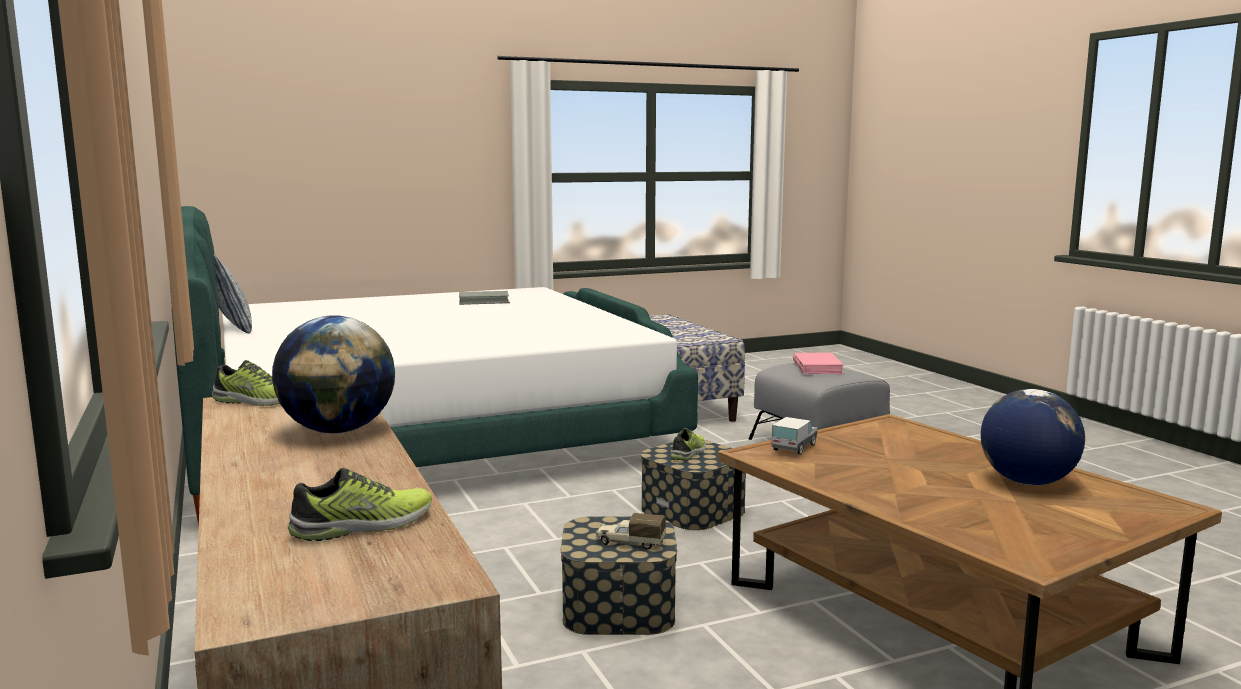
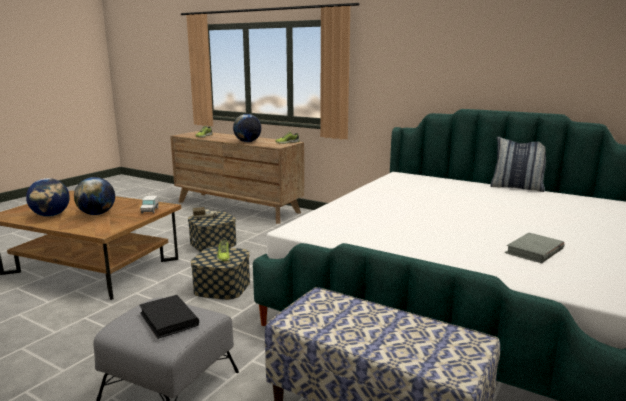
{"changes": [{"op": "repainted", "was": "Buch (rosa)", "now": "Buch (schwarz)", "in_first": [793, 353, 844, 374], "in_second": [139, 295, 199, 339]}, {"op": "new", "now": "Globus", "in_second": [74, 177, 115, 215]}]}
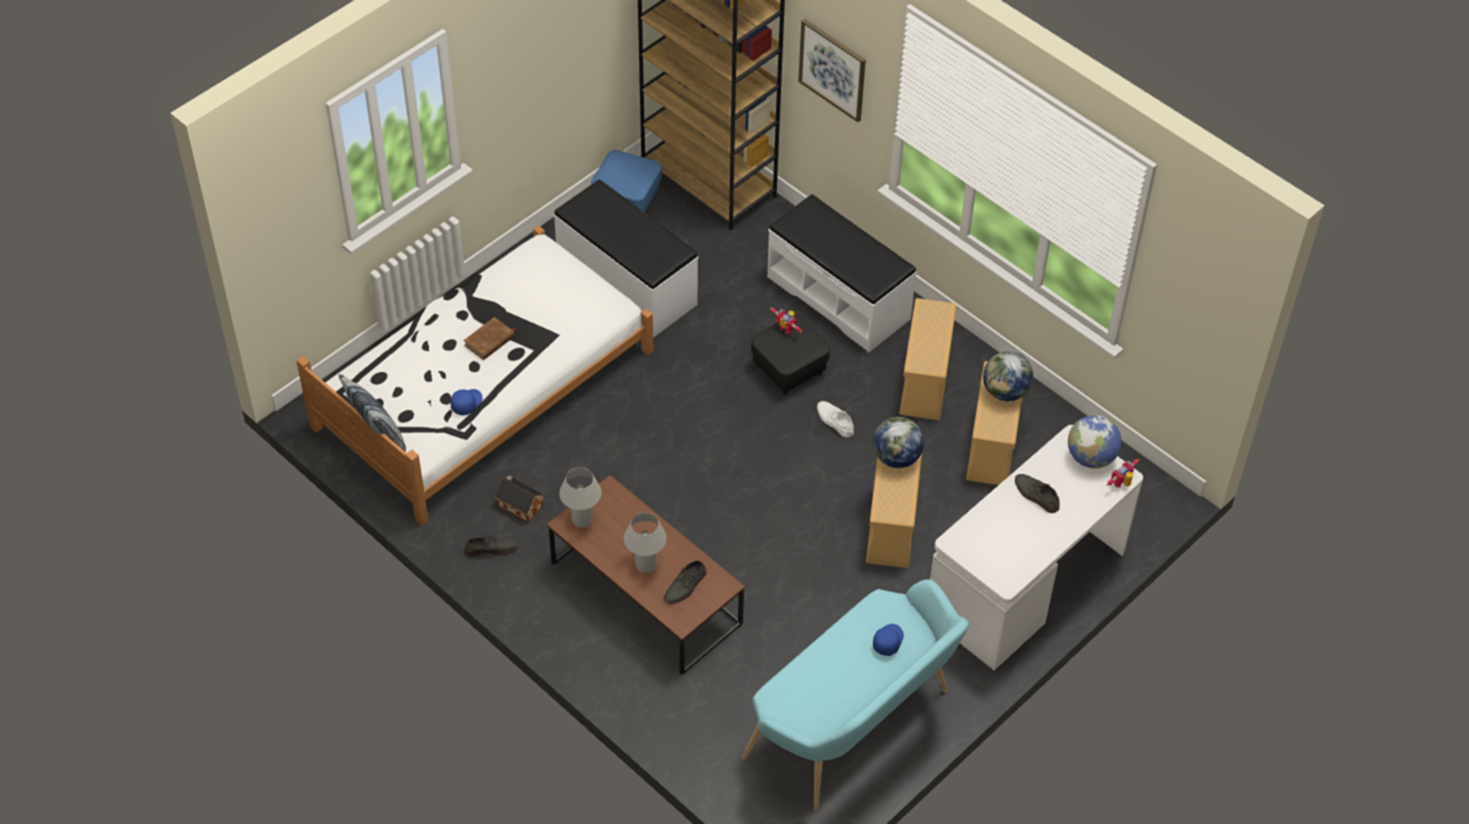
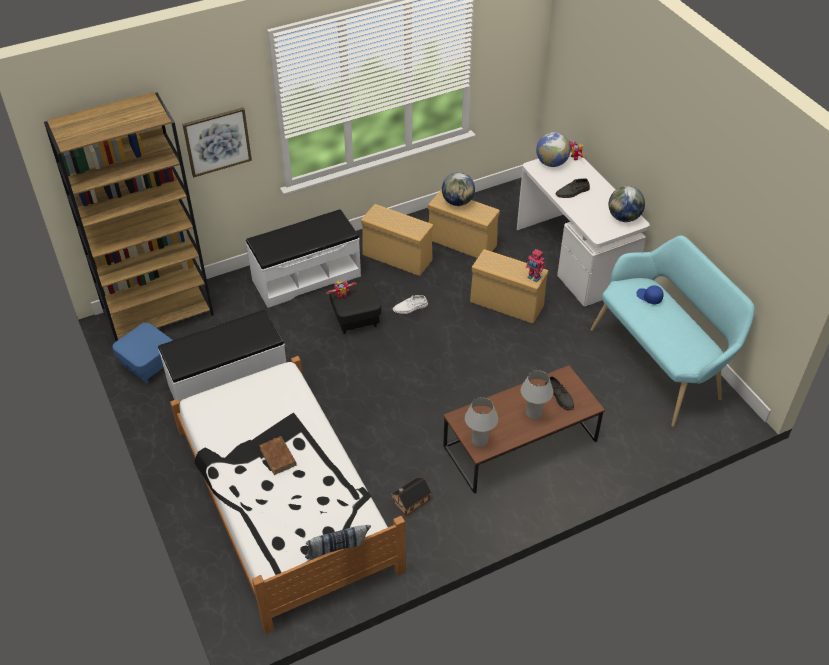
{"changes": [{"op": "gone", "was": "Kappe (blau)", "in_first": [451, 389, 483, 416]}, {"op": "shifted", "was": "Globus", "in_first": [873, 417, 924, 468], "in_second": [609, 186, 645, 222]}, {"op": "gone", "was": "Schuh (grau)", "in_first": [464, 534, 518, 557]}, {"op": "new", "now": "Spielzeugroboter", "in_second": [526, 249, 545, 282]}]}
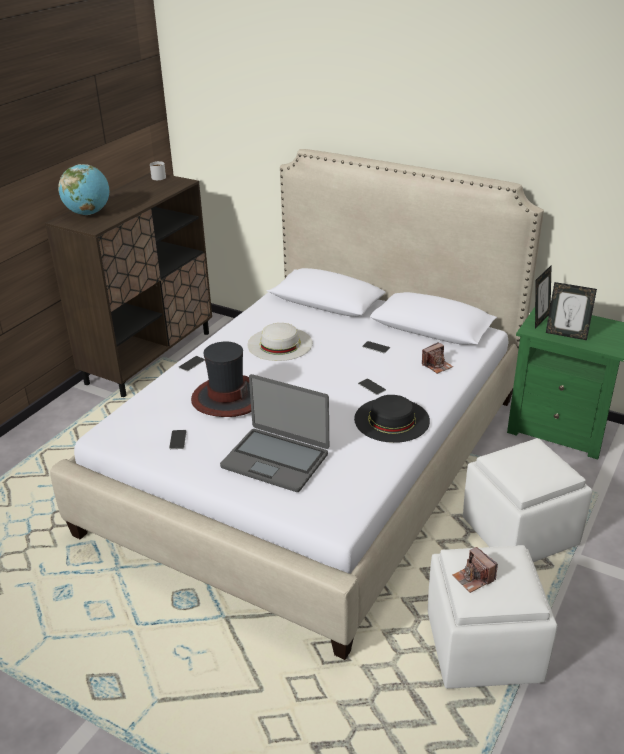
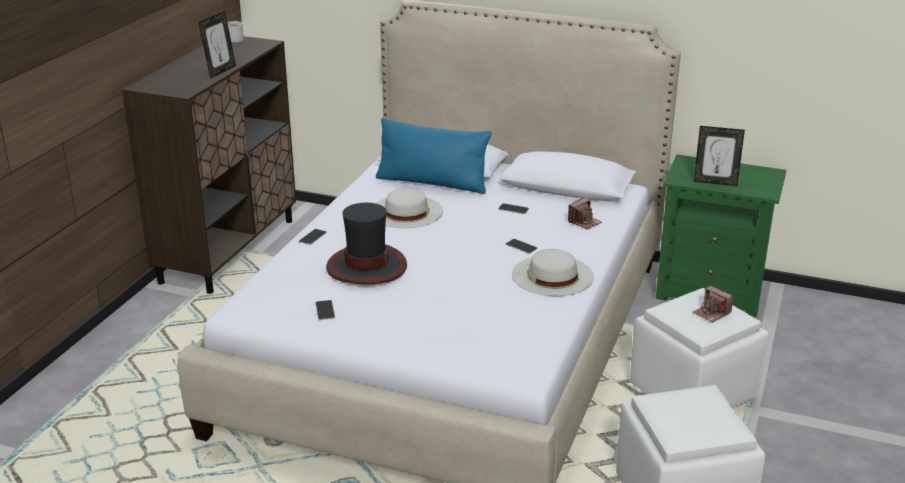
{"changes": [{"op": "gone", "was": "Globus", "in_first": [58, 164, 109, 215]}, {"op": "shifted", "was": "Bilderrahmen", "in_first": [535, 265, 552, 329], "in_second": [198, 11, 236, 79]}, {"op": "gone", "was": "Laptop", "in_first": [220, 374, 329, 492]}, {"op": "repainted", "was": "Hut (schwarz)", "now": "Hut (weiß)", "in_first": [354, 395, 430, 443], "in_second": [512, 249, 594, 296]}, {"op": "shifted", "was": "Kamera", "in_first": [452, 547, 498, 593], "in_second": [692, 286, 733, 323]}, {"op": "new", "now": "Kissen (blau)", "in_second": [376, 118, 492, 194]}]}
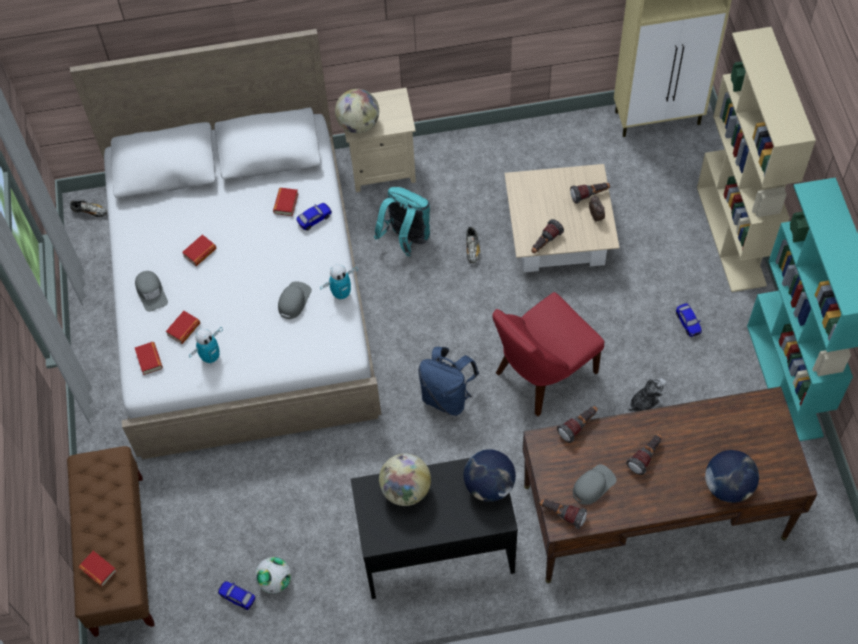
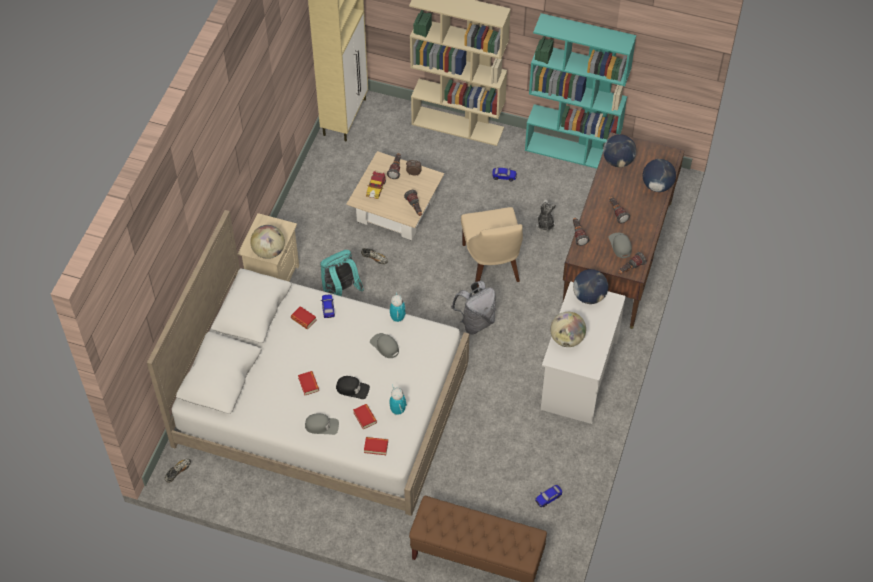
{"changes": [{"op": "repainted", "was": "Stuhl (rot)", "now": "Stuhl (beige)", "in_first": [492, 292, 604, 417], "in_second": [461, 207, 523, 287]}, {"op": "repainted", "was": "Rucksack (blau)", "now": "Rucksack (grau)", "in_first": [418, 347, 479, 416], "in_second": [451, 281, 496, 334]}, {"op": "repainted", "was": "Schreibtisch (schwarz)", "now": "Schreibtisch (weiß)", "in_first": [351, 458, 518, 599], "in_second": [541, 281, 626, 424]}, {"op": "gone", "was": "Buch", "in_first": [79, 551, 117, 587]}, {"op": "gone", "was": "Fußball", "in_first": [255, 557, 291, 594]}, {"op": "new", "now": "Globus", "in_second": [603, 134, 636, 167]}, {"op": "new", "now": "Spielzeugauto", "in_second": [366, 171, 386, 199]}, {"op": "new", "now": "Kappe (schwarz)", "in_second": [336, 376, 370, 399]}]}
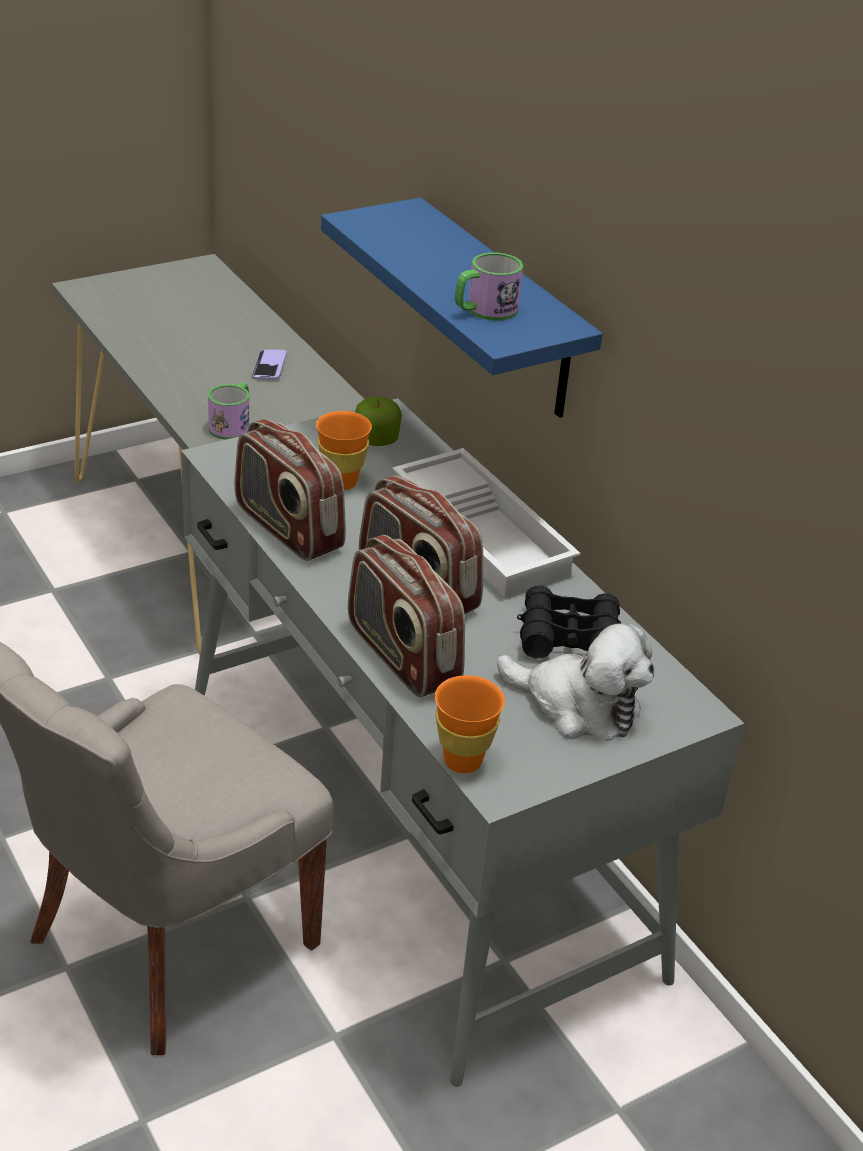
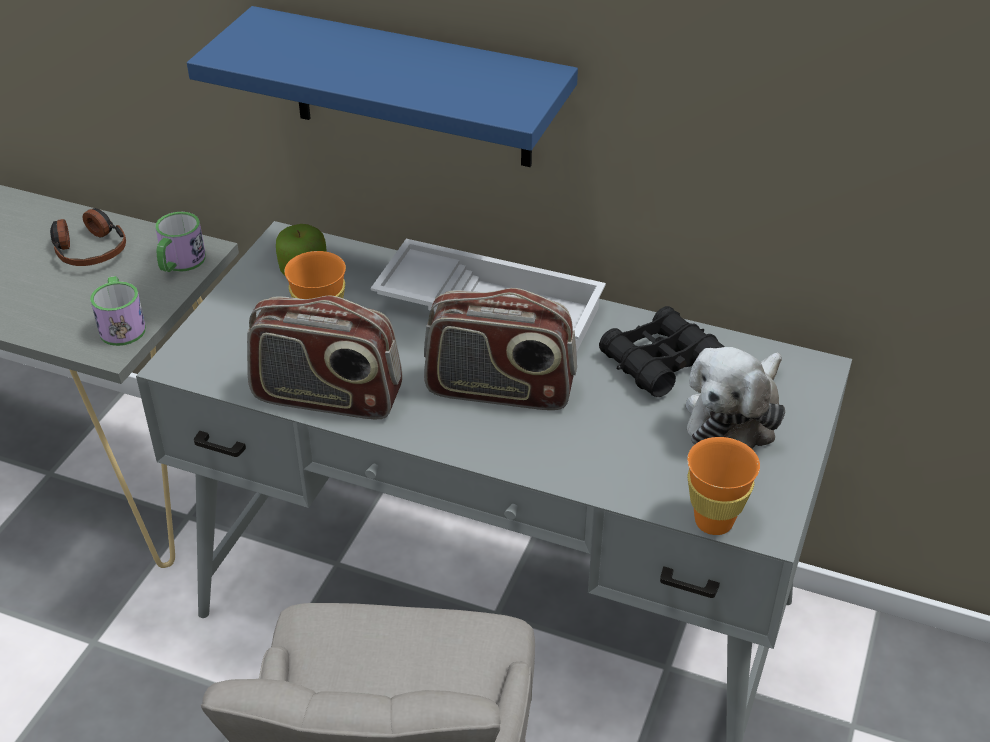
{"changes": [{"op": "shifted", "was": "Henkelbecher", "in_first": [455, 252, 523, 321], "in_second": [155, 212, 206, 272]}, {"op": "swapped", "was": "Handy", "now": "Kopfhörer", "in_first": [252, 350, 287, 380], "in_second": [50, 208, 126, 266]}, {"op": "gone", "was": "Radio", "in_first": [348, 535, 465, 697]}, {"op": "rotated", "was": "Plüschtier", "in_first": [497, 624, 654, 741], "in_second": [686, 347, 785, 449], "clockwise": 135}]}
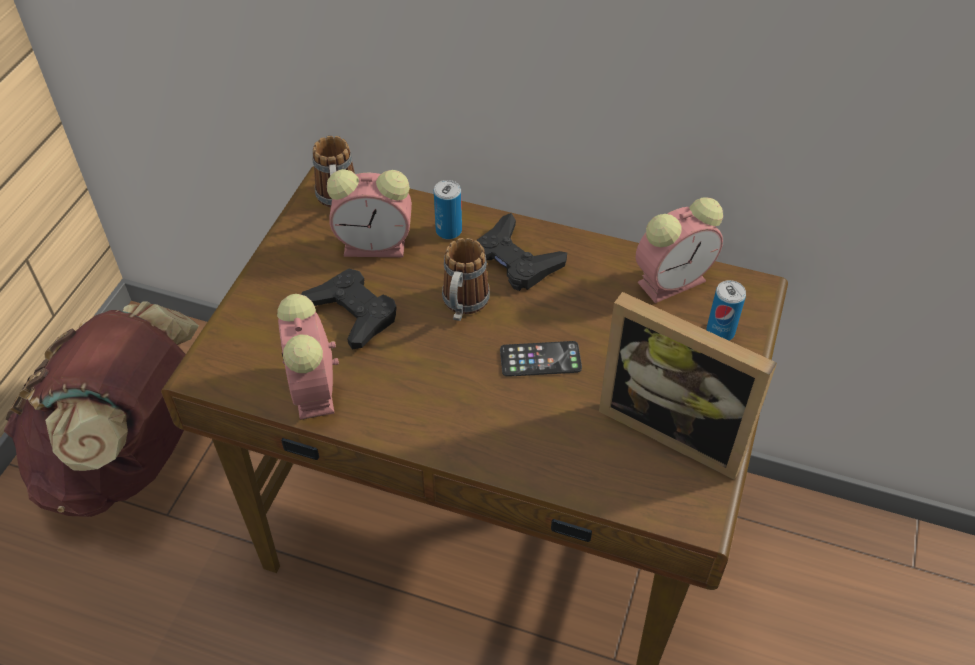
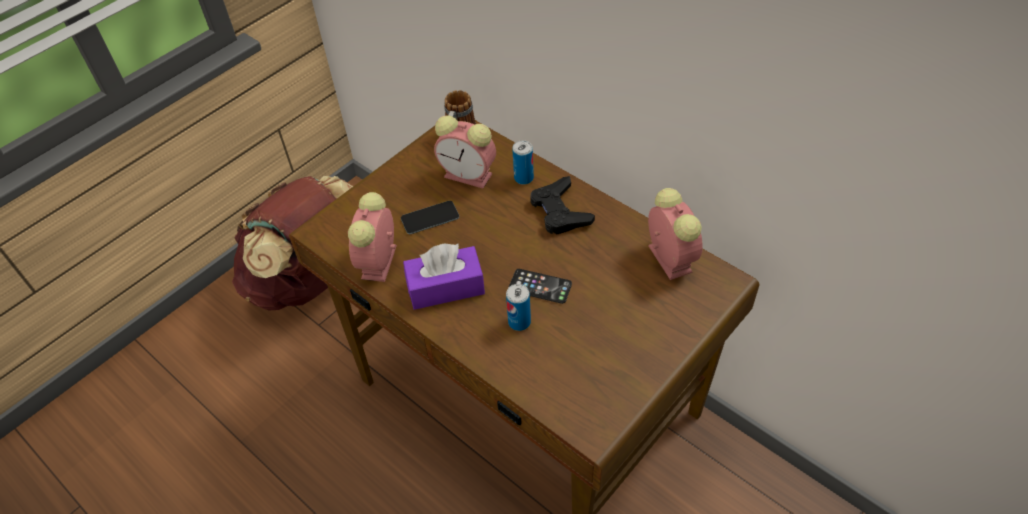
{"changes": [{"op": "rotated", "was": "Wecker", "in_first": [636, 197, 723, 303], "in_second": [648, 188, 703, 280], "clockwise": -105}, {"op": "gone", "was": "Henkelbecher", "in_first": [442, 238, 490, 321]}, {"op": "swapped", "was": "Gamepad (schwarz)", "now": "Handy", "in_first": [300, 269, 397, 349], "in_second": [401, 201, 459, 234]}, {"op": "shifted", "was": "Dose", "in_first": [706, 280, 746, 341], "in_second": [506, 284, 531, 331]}, {"op": "gone", "was": "Bilderrahmen", "in_first": [599, 292, 777, 480]}, {"op": "new", "now": "Taschentuchbox (lila)", "in_second": [403, 243, 485, 310]}]}
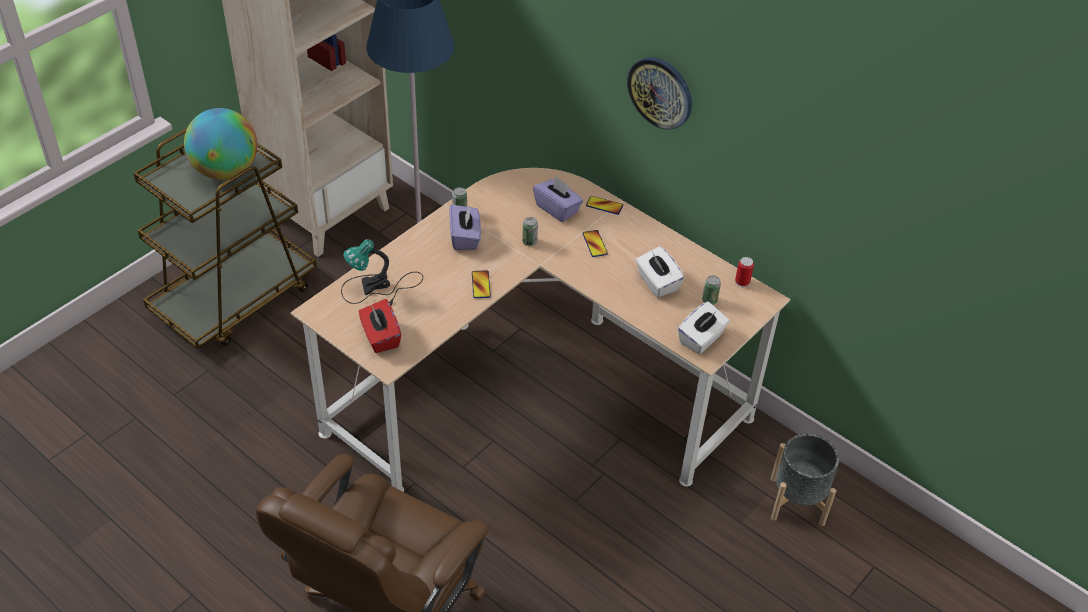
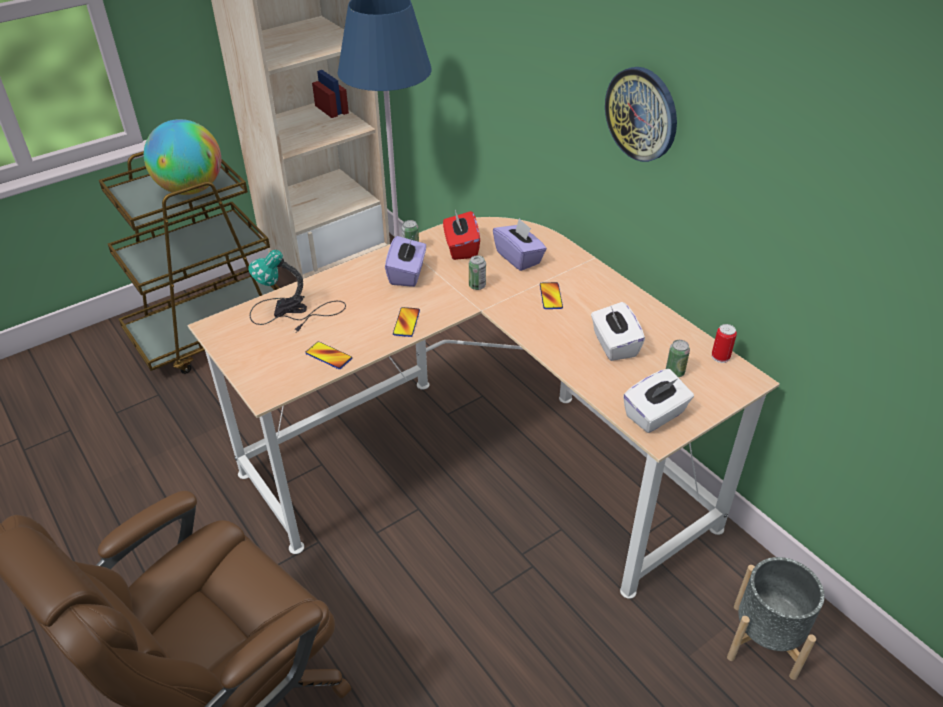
{"changes": [{"op": "shifted", "was": "Handy", "in_first": [586, 196, 623, 215], "in_second": [305, 342, 352, 369]}, {"op": "shifted", "was": "Taschentuchbox (rot)", "in_first": [359, 299, 401, 353], "in_second": [443, 210, 480, 260]}]}
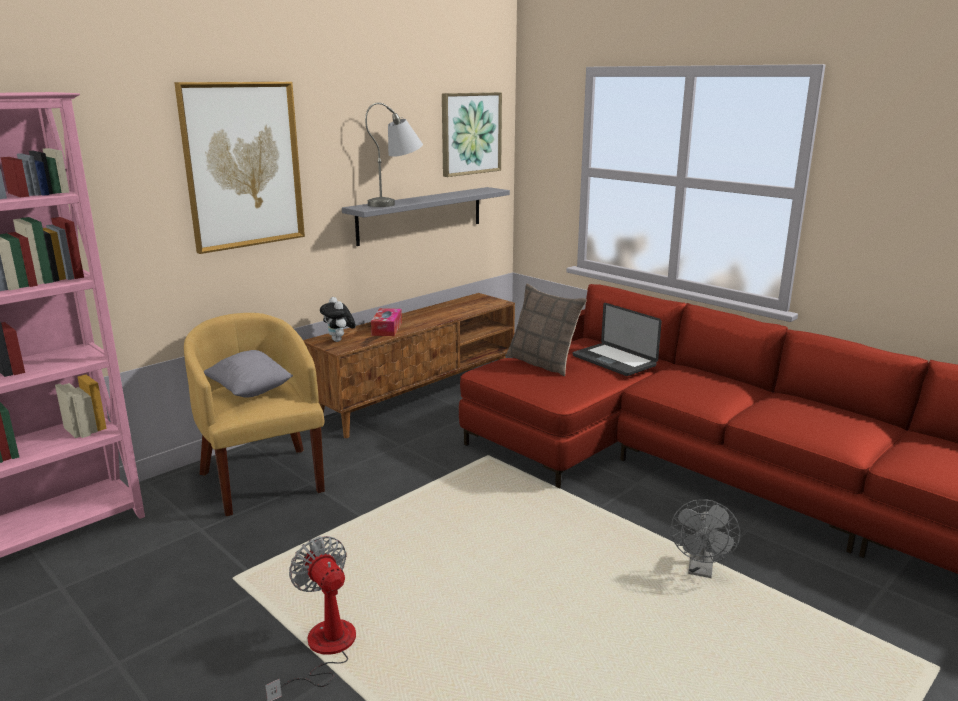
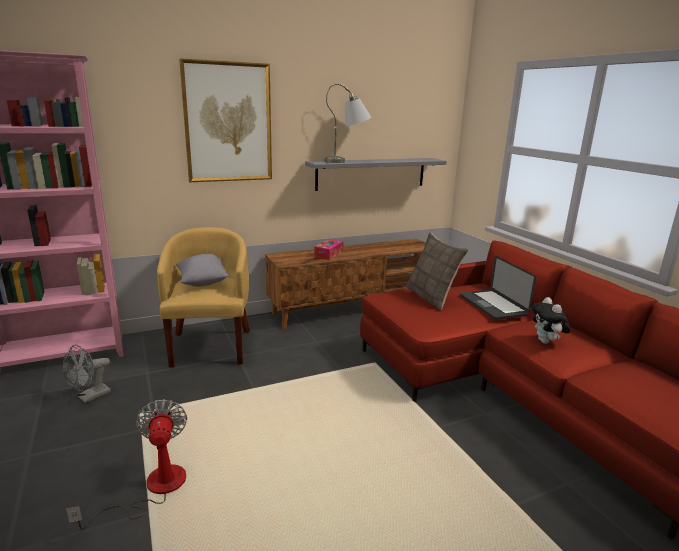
{"changes": [{"op": "gone", "was": "Bild", "in_first": [442, 92, 502, 177]}, {"op": "shifted", "was": "Plüschtier", "in_first": [320, 297, 356, 342], "in_second": [531, 297, 571, 344]}, {"op": "shifted", "was": "Ventilator (grau)", "in_first": [671, 499, 740, 578], "in_second": [63, 345, 111, 403]}]}
